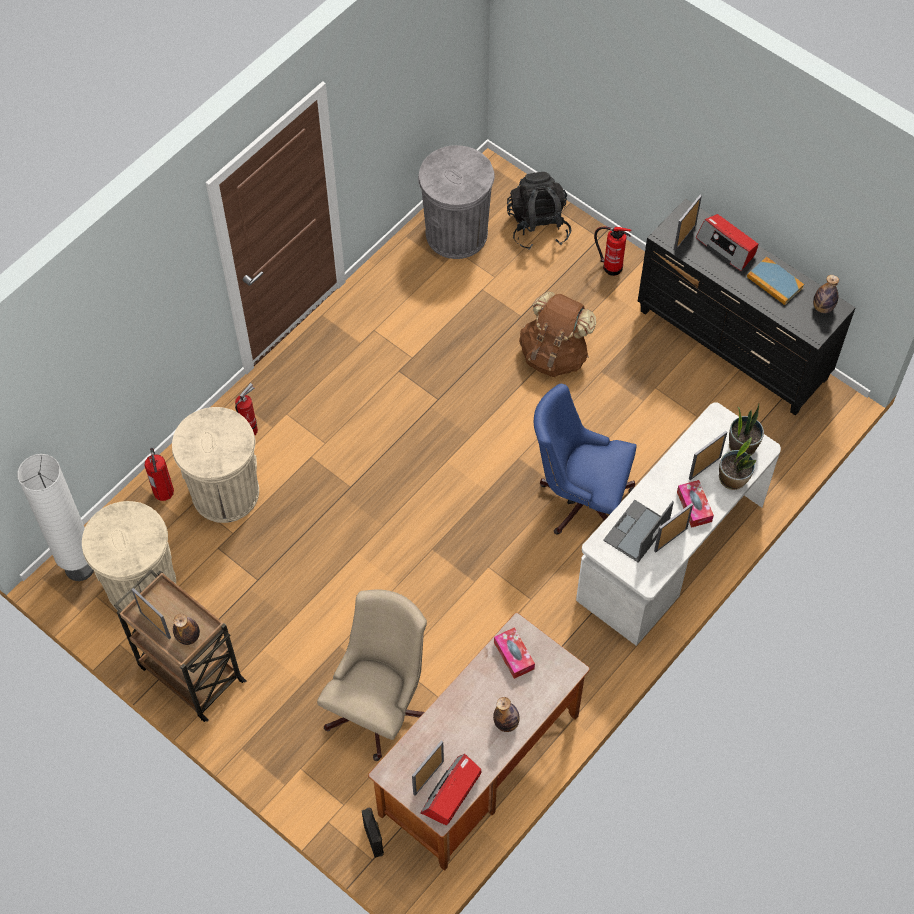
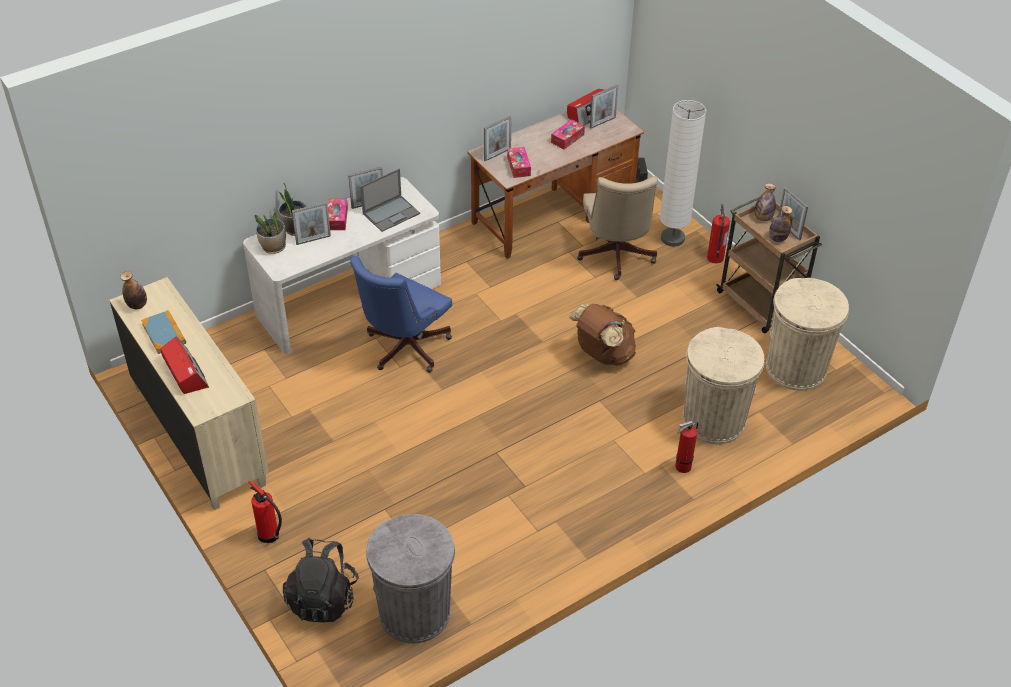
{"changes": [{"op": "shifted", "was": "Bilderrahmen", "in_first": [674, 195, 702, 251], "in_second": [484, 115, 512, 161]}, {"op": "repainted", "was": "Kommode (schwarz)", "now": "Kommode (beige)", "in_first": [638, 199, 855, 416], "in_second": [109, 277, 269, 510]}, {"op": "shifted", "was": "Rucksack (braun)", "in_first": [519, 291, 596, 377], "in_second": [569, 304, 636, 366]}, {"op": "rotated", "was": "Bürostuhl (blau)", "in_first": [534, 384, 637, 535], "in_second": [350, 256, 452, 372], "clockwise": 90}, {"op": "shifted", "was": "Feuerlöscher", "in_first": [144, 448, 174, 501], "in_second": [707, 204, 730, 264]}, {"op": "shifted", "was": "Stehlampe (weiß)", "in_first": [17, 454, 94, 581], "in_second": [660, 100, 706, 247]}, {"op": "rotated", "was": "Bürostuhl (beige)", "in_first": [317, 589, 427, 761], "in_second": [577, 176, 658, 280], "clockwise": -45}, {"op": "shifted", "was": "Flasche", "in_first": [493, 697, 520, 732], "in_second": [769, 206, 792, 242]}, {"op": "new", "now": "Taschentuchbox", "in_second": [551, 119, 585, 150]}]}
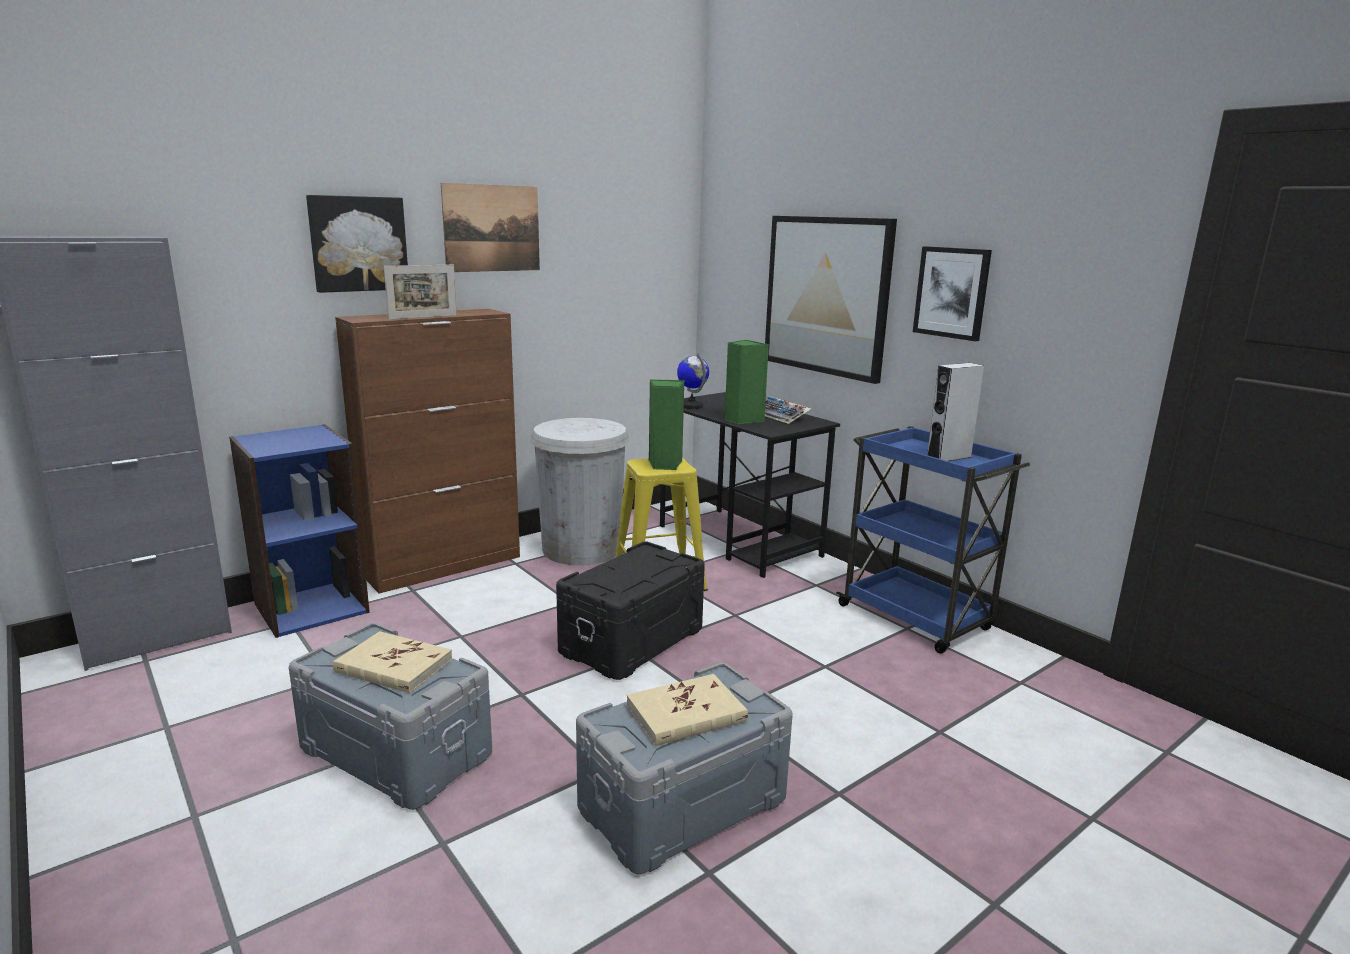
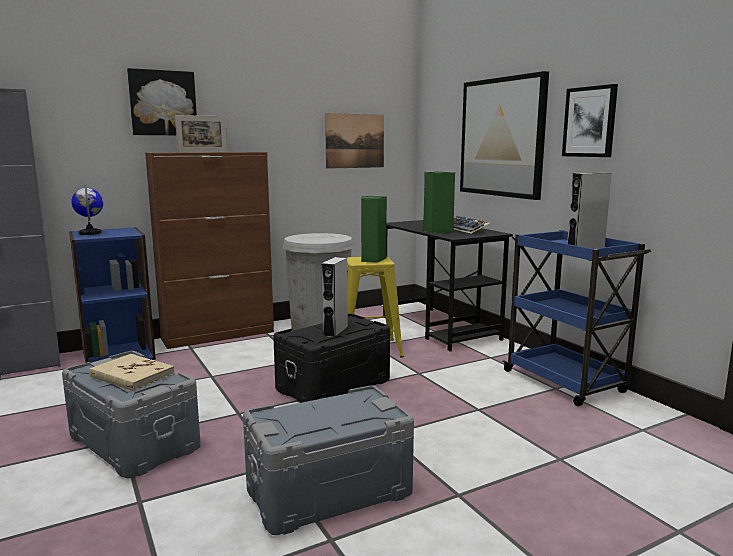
{"changes": [{"op": "shifted", "was": "Bild", "in_first": [441, 183, 540, 272], "in_second": [325, 113, 384, 169]}, {"op": "shifted", "was": "Globus", "in_first": [677, 353, 709, 409], "in_second": [71, 185, 103, 235]}, {"op": "gone", "was": "Buch (beige)", "in_first": [627, 674, 748, 746]}, {"op": "new", "now": "Lautsprecher (grau)", "in_second": [321, 257, 348, 337]}]}
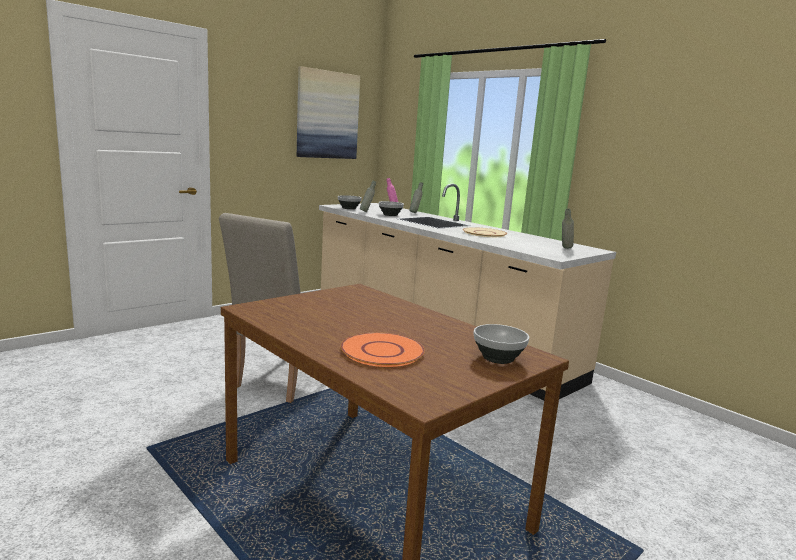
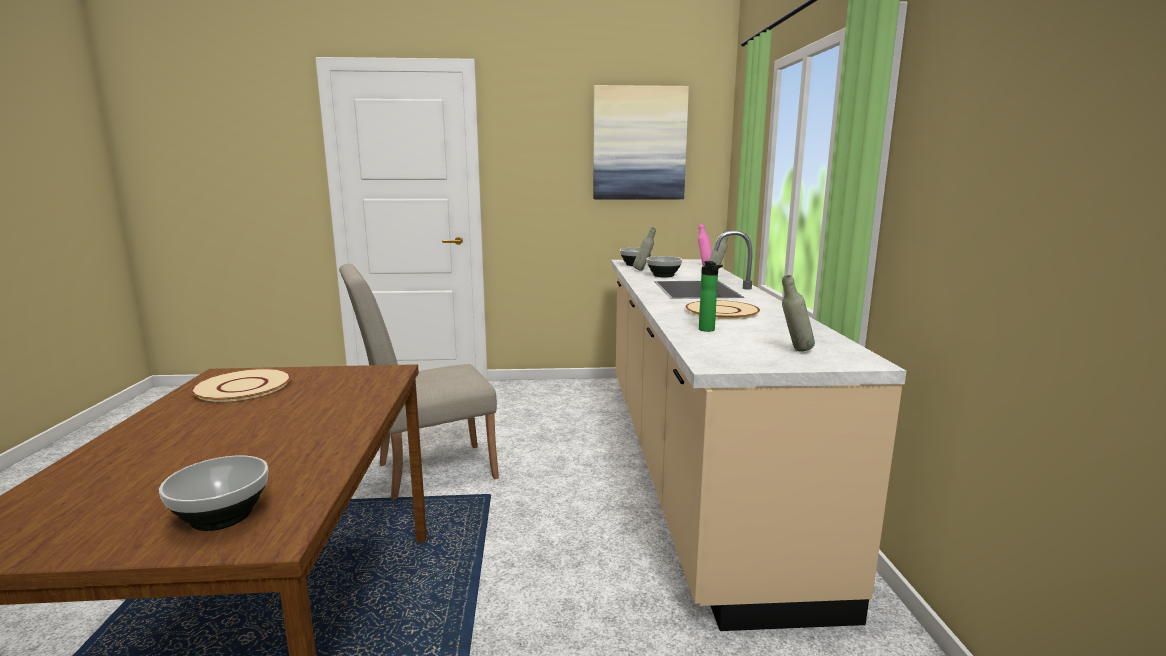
{"changes": [{"op": "gone", "was": "Teller (orange)", "in_first": [341, 332, 425, 367]}, {"op": "new", "now": "Flasche", "in_second": [699, 261, 723, 332]}, {"op": "new", "now": "Teller (beige)", "in_second": [190, 369, 292, 402]}]}
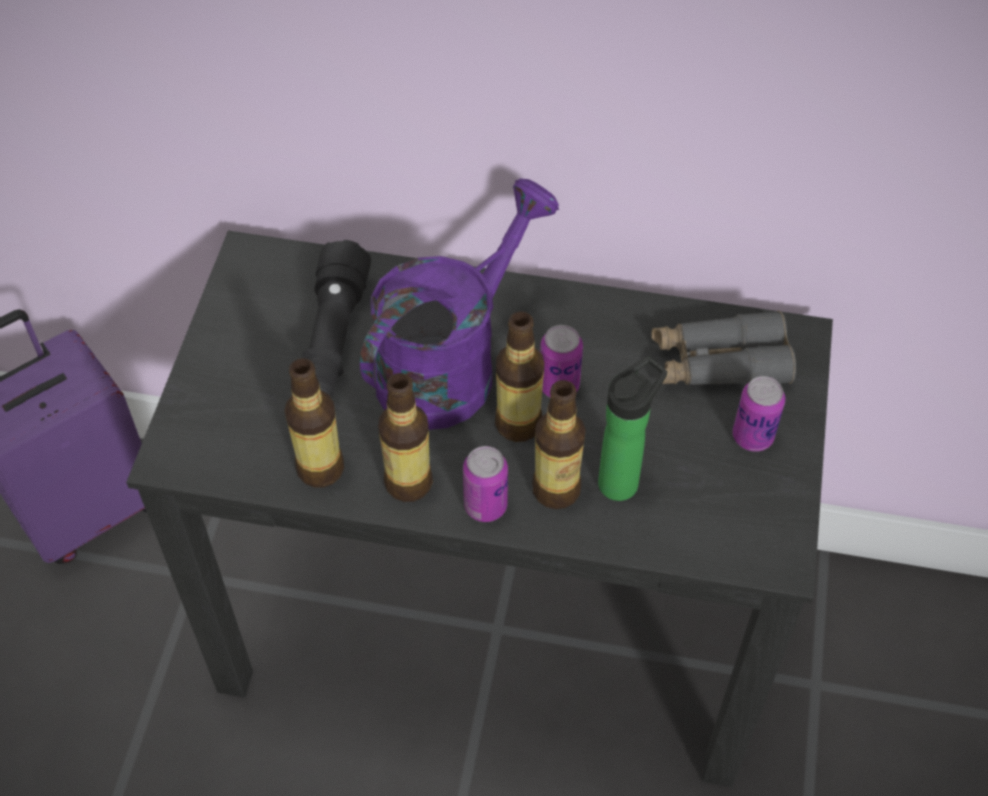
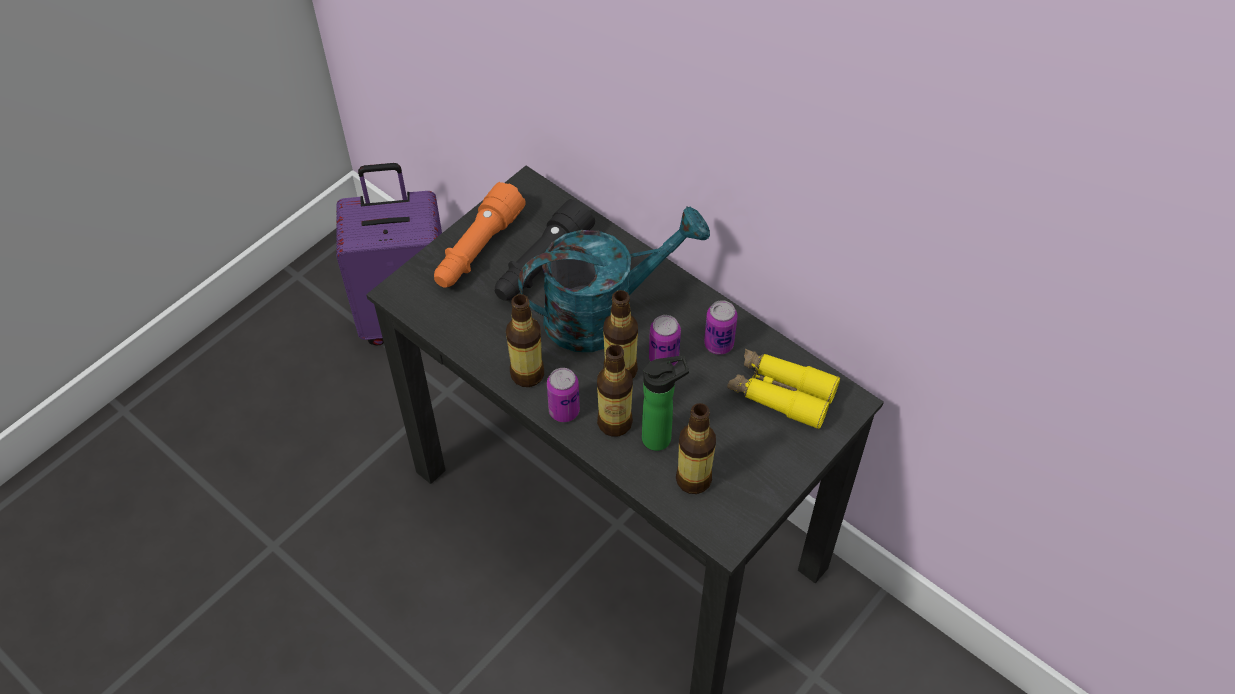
{"changes": [{"op": "repainted", "was": "Gießkanne (lila)", "now": "Gießkanne (türkis)", "in_first": [360, 178, 559, 430], "in_second": [518, 207, 710, 352]}, {"op": "repainted", "was": "Fernglas (grau)", "now": "Fernglas (gelb)", "in_first": [652, 311, 796, 385], "in_second": [727, 349, 840, 429]}, {"op": "shifted", "was": "Flasche", "in_first": [284, 358, 344, 487], "in_second": [676, 403, 716, 494]}, {"op": "shifted", "was": "Dose", "in_first": [733, 376, 785, 452], "in_second": [704, 300, 737, 355]}, {"op": "new", "now": "Taschenlampe (orange)", "in_second": [434, 182, 526, 288]}]}
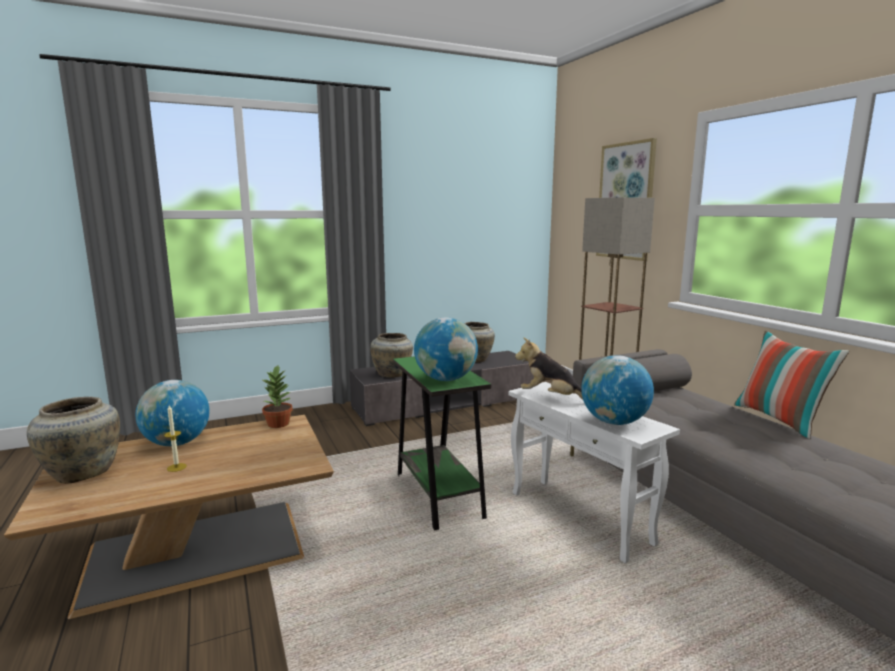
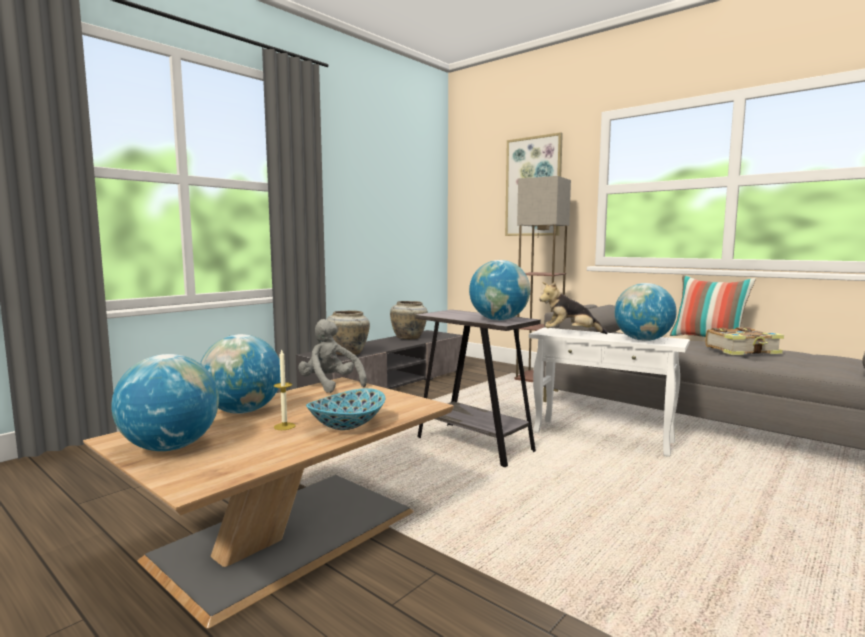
{"changes": [{"op": "repainted", "was": "Beistelltisch (grün)", "now": "Beistelltisch (grau)", "in_first": [393, 356, 491, 530], "in_second": [415, 310, 541, 467]}, {"op": "swapped", "was": "Topfpflanze", "now": "Plüschtier (grau)", "in_first": [261, 366, 293, 428], "in_second": [298, 319, 367, 393]}, {"op": "swapped", "was": "Vase (beige)", "now": "Globus", "in_first": [27, 397, 120, 484], "in_second": [111, 354, 219, 451]}, {"op": "new", "now": "Buch", "in_second": [705, 327, 784, 355]}, {"op": "new", "now": "Schüssel", "in_second": [306, 388, 385, 430]}]}
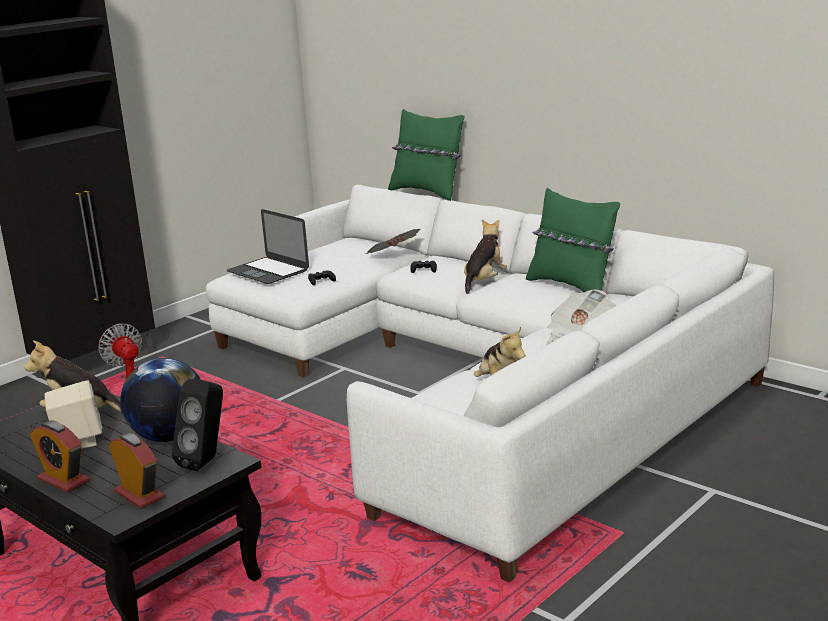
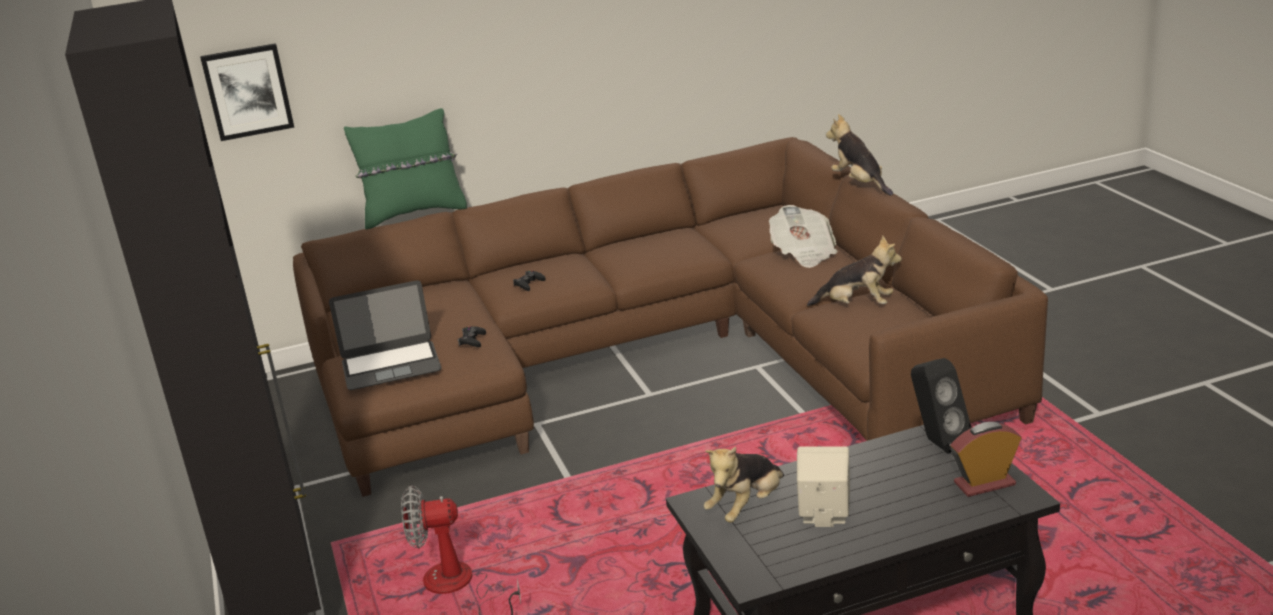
{"changes": [{"op": "repainted", "was": "Sofa (weiß)", "now": "Sofa (braun)", "in_first": [206, 185, 774, 583], "in_second": [293, 137, 1048, 497]}, {"op": "gone", "was": "Kissen (grün)", "in_first": [526, 188, 620, 292]}, {"op": "shifted", "was": "Plüschtier", "in_first": [464, 220, 507, 294], "in_second": [826, 114, 893, 196]}, {"op": "gone", "was": "Zeitung", "in_first": [366, 229, 421, 254]}, {"op": "gone", "was": "Globus", "in_first": [120, 358, 201, 442]}, {"op": "gone", "was": "Wecker", "in_first": [30, 420, 90, 492]}, {"op": "new", "now": "Bild", "in_second": [200, 43, 294, 141]}]}
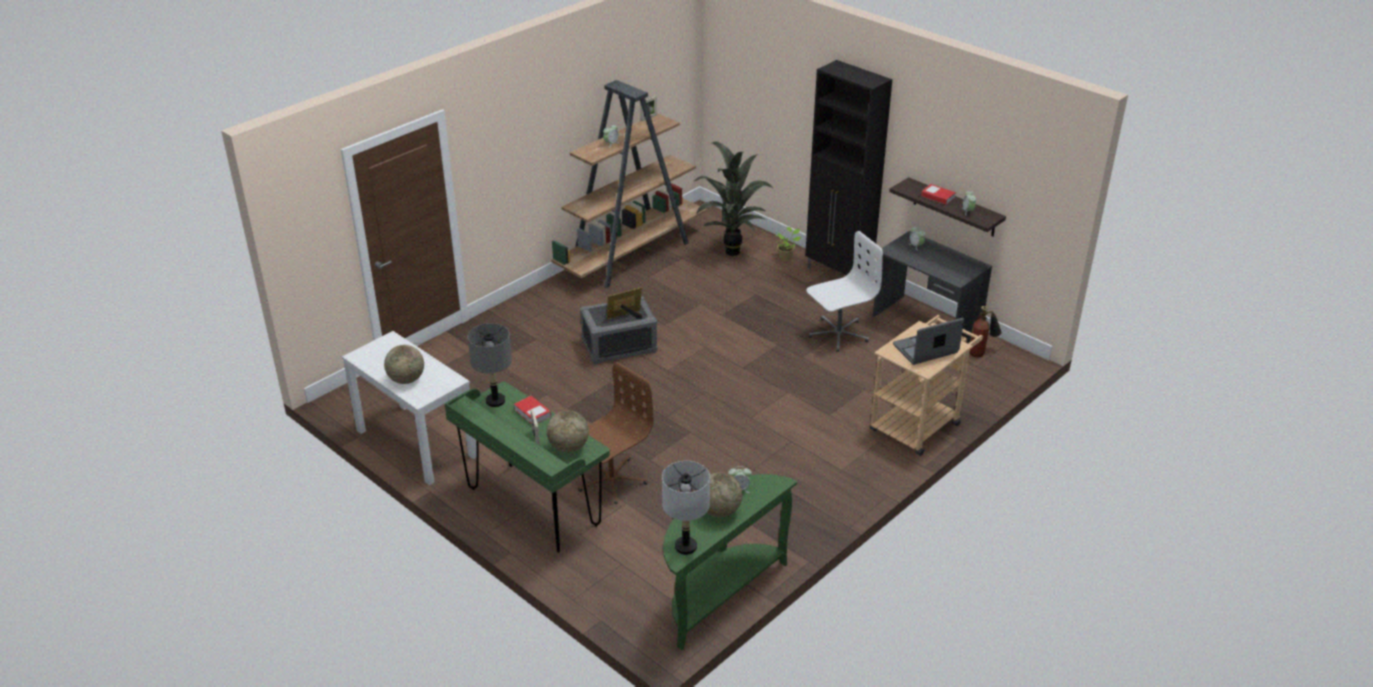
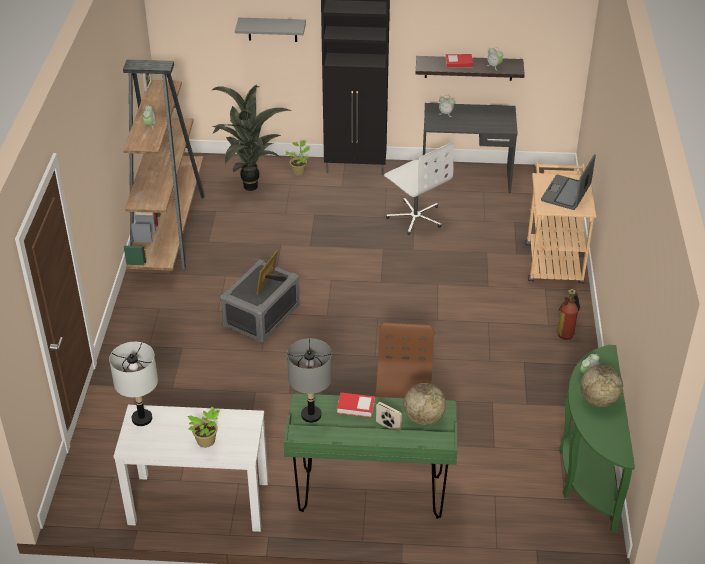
{"changes": [{"op": "rotated", "was": "Bürostuhl (weiß)", "in_first": [806, 231, 883, 352], "in_second": [384, 142, 454, 235], "clockwise": 120}, {"op": "shifted", "was": "Feuerlöscher", "in_first": [969, 306, 1002, 357], "in_second": [557, 289, 580, 340]}, {"op": "swapped", "was": "Globus", "now": "Topfpflanze", "in_first": [384, 345, 424, 384], "in_second": [188, 407, 220, 448]}, {"op": "shifted", "was": "Tischlampe (grau)", "in_first": [662, 461, 710, 555], "in_second": [109, 342, 158, 426]}, {"op": "new", "now": "Wandregal (grau)", "in_second": [235, 18, 306, 42]}]}
